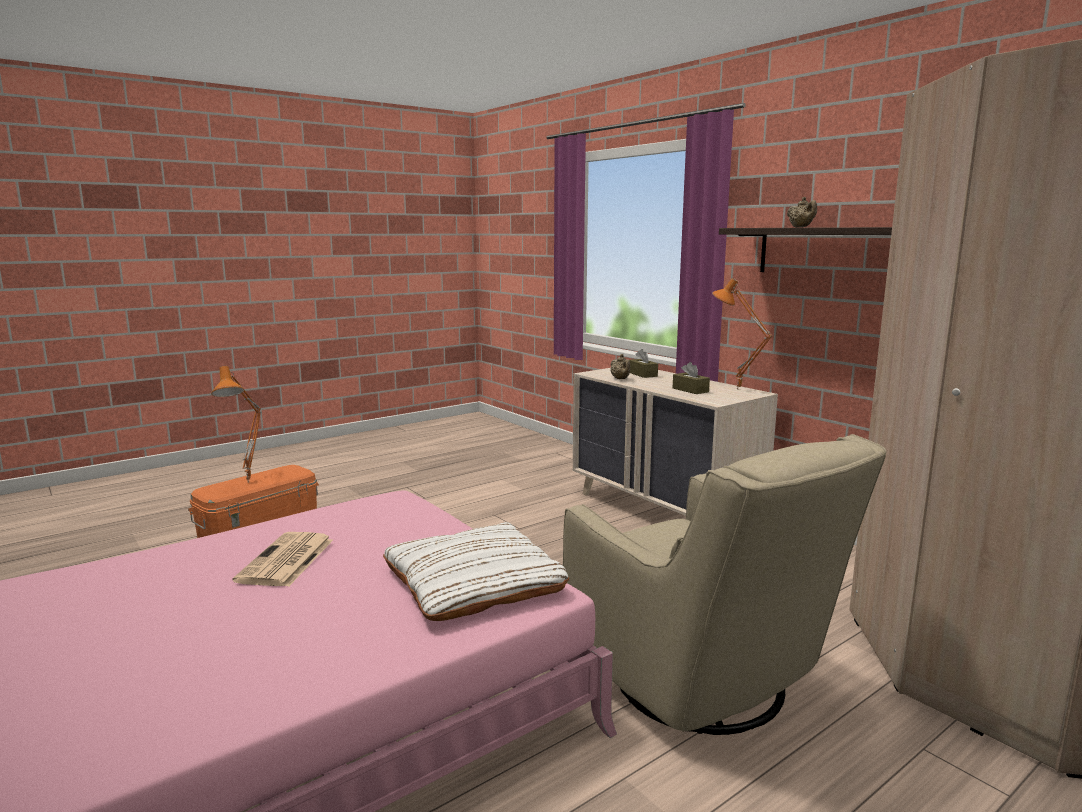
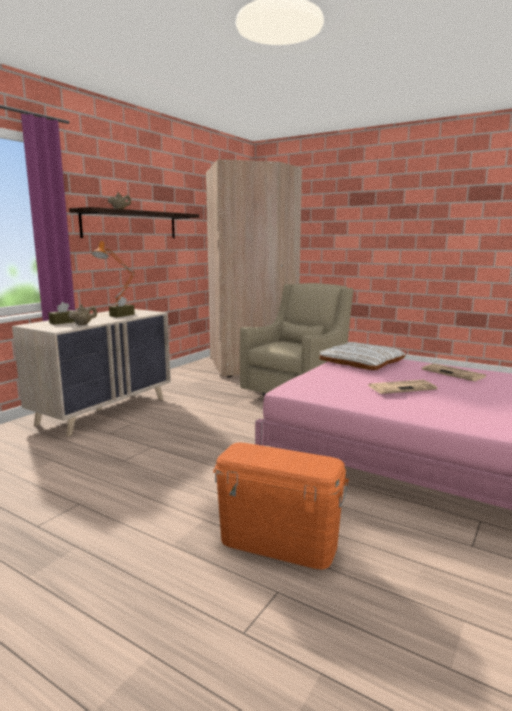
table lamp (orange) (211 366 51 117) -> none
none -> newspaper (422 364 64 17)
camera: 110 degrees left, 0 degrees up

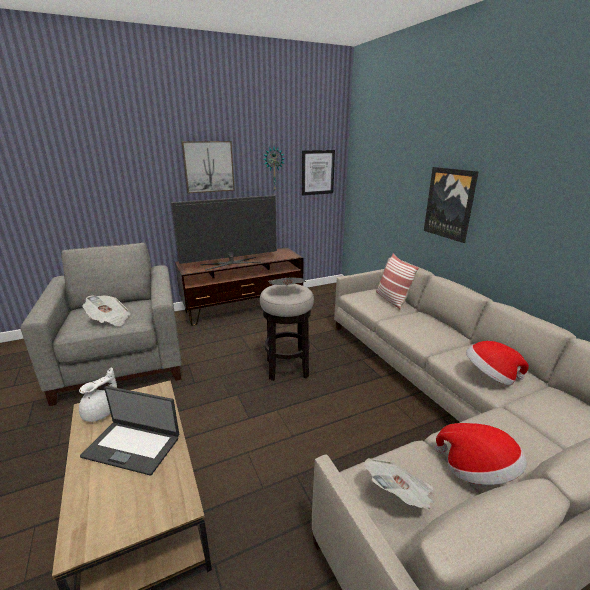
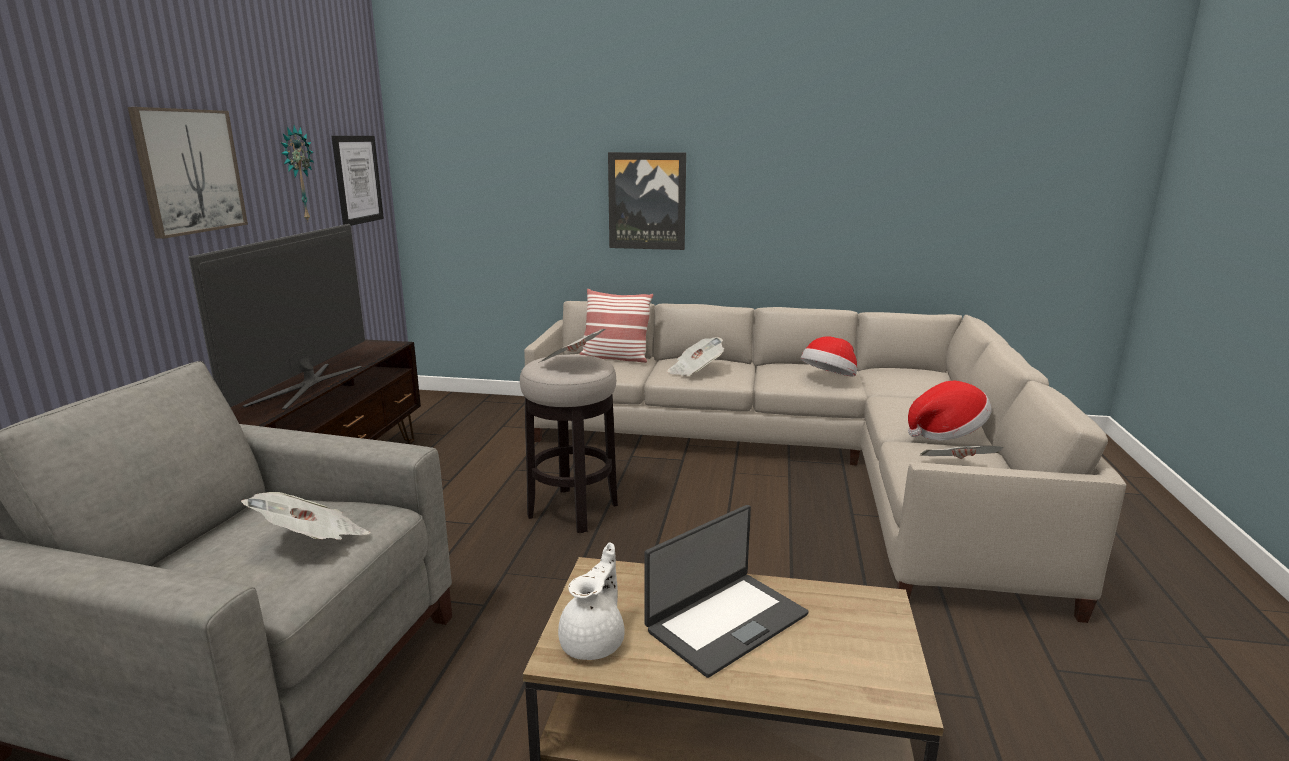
teapot (white) (79 367 38 55) -> teapot (white) (558 542 67 118), 45 degrees clockwise
none -> newspaper (667 337 57 39)
camera: 55 degrees left, 5 degrees down

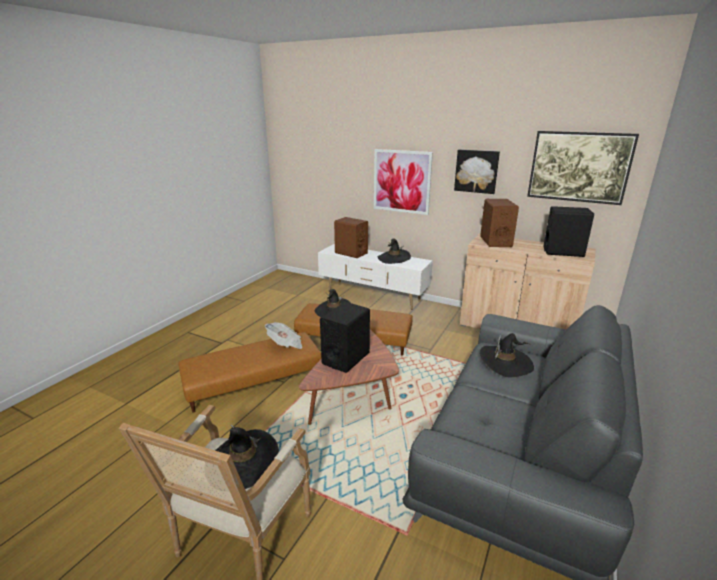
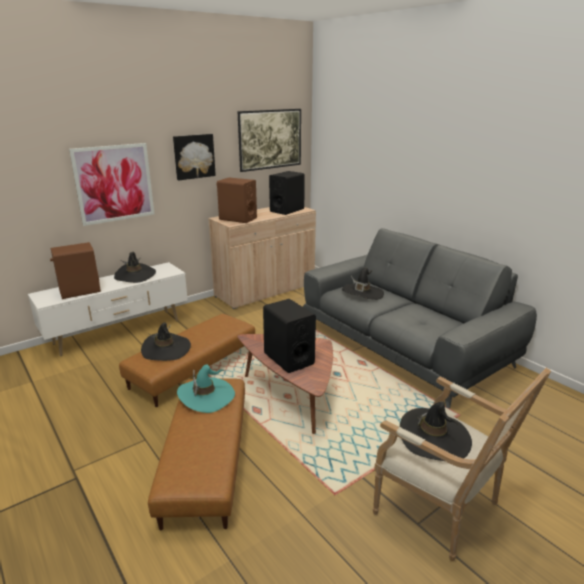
newspaper (265 322 37 27) -> hat (turquoise) (177 365 58 48)
camera: 65 degrees left, 0 degrees up

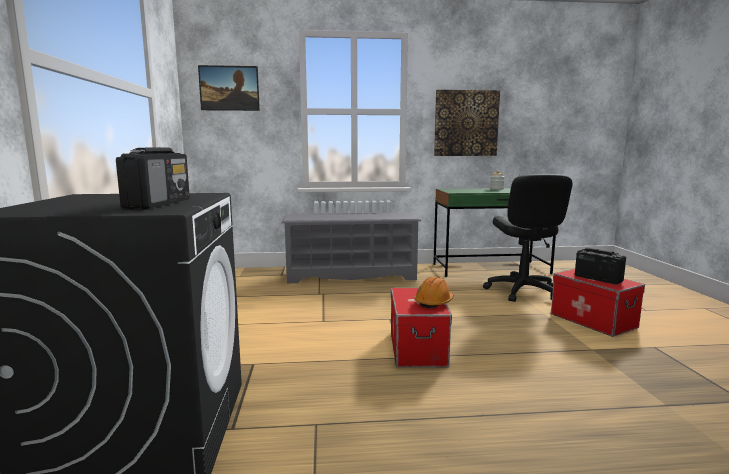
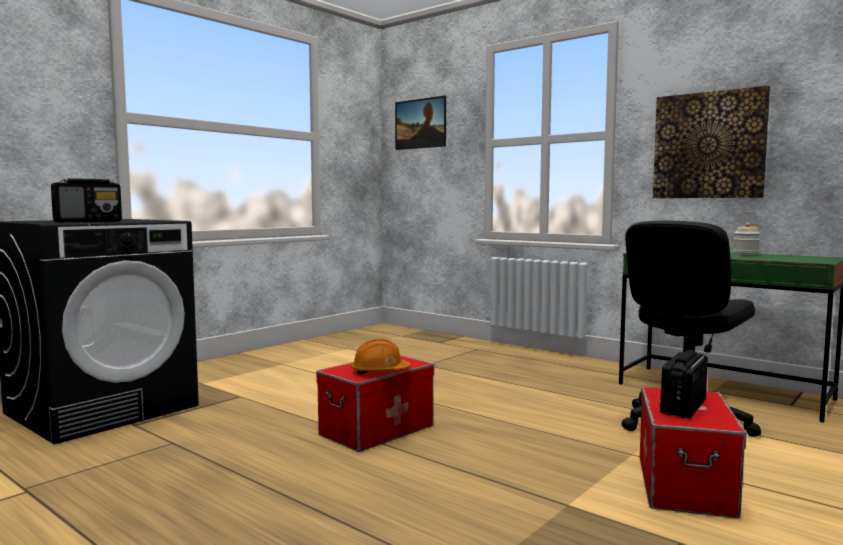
shoe rack (grey) (282 213 139 71) -> none
radio (575 247 51 38) -> radio (660 350 48 68), 150 degrees counterclockwise
camera: 45 degrees right, 5 degrees down

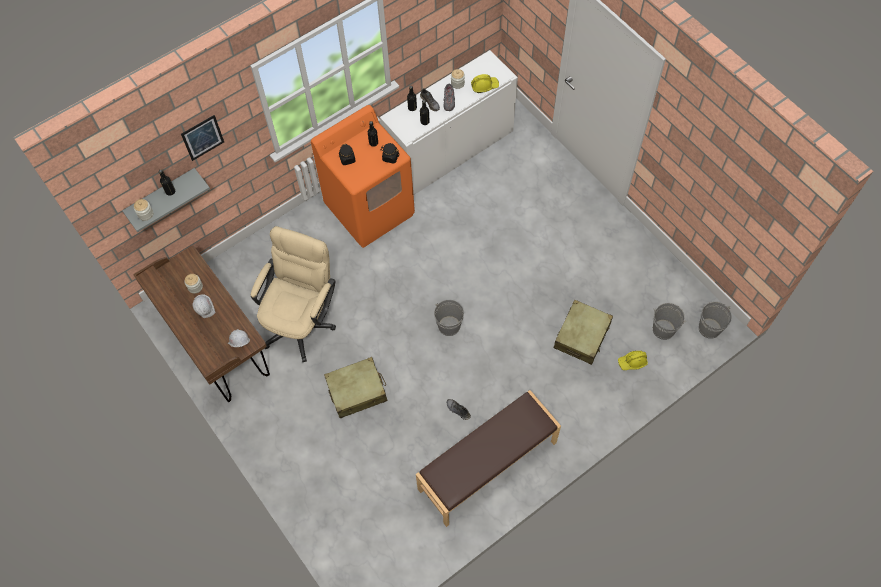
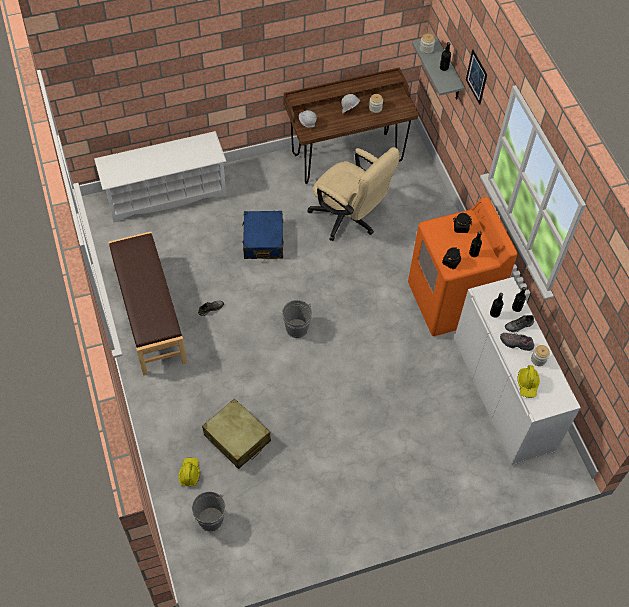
bucket (grey) (699 301 33 38) -> none
suitcase (beige) (324 357 63 61) -> suitcase (blue) (242 211 42 48)
none -> shoe rack (white) (94 131 133 91)
camera: 105 degrees right, 5 degrees down

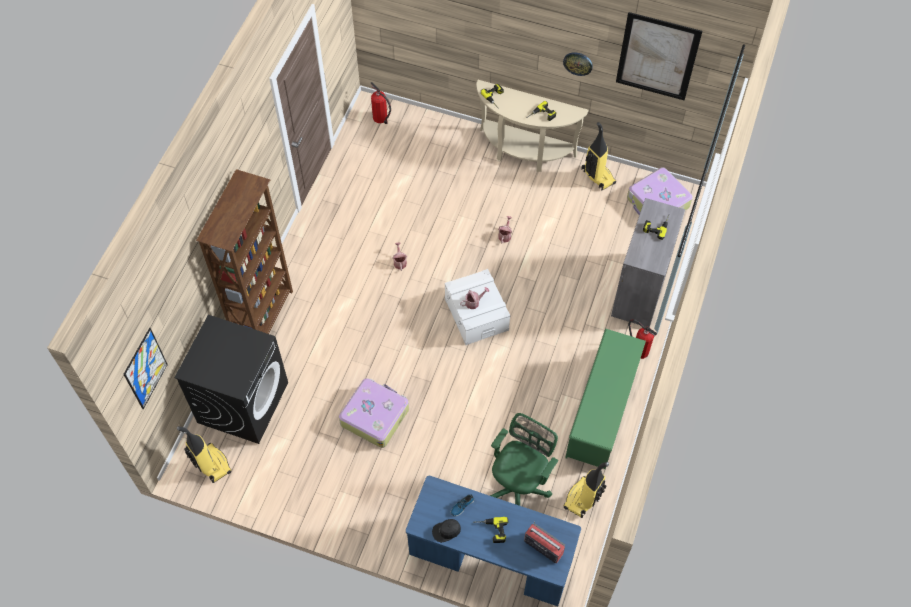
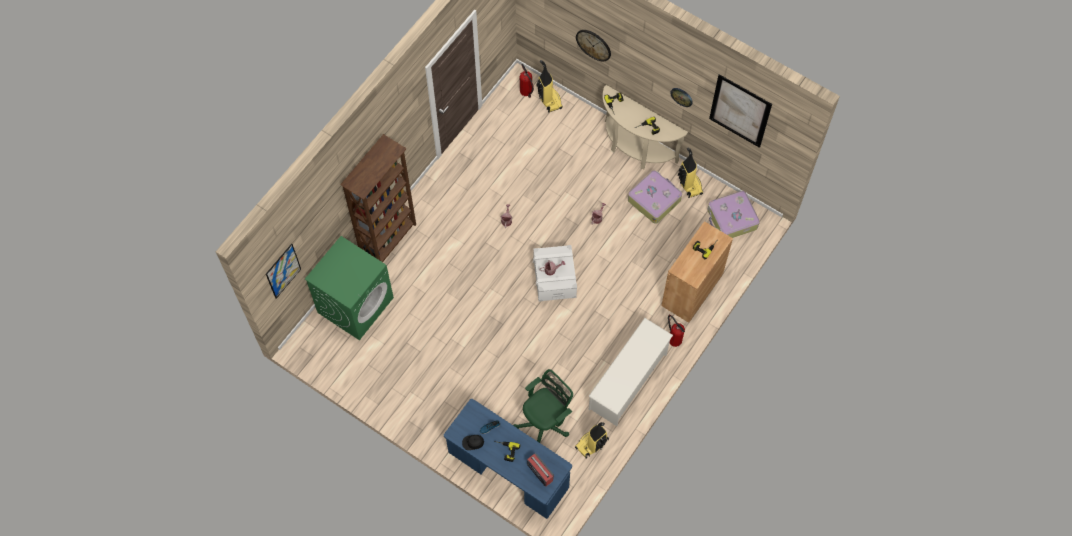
cabinet (grey) (611 198 74 129) -> cabinet (brown) (661 221 72 102)
washing machine (black) (174 315 114 129) -> washing machine (green) (305 236 89 104)
shoe rack (green) (565 329 81 140) -> shoe rack (white) (589 318 84 108)
suitcase (339 378 70 70) -> suitcase (628 171 54 53), move
vacuum cleaner (177 426 54 57) -> vacuum cleaner (537 60 26 53), move
none -> wall clock (576 30 35 31)
camera: 15 degrees right, 5 degrees up

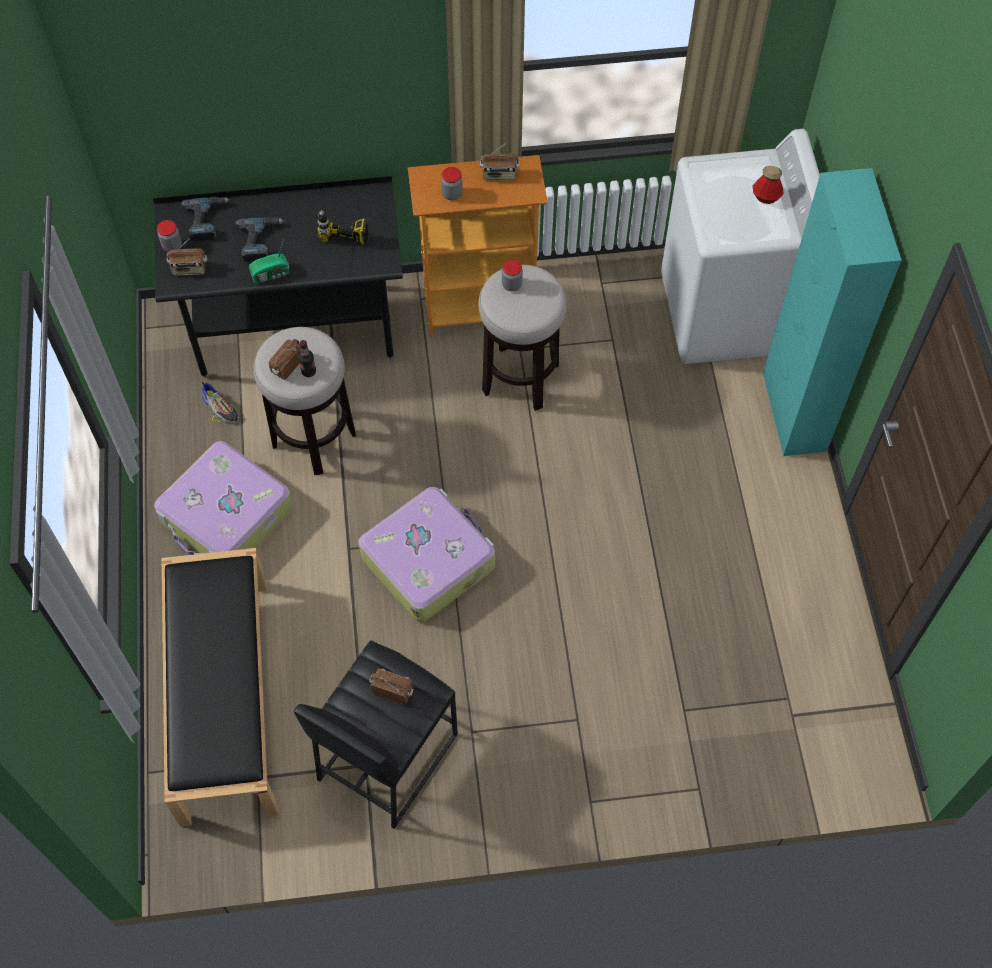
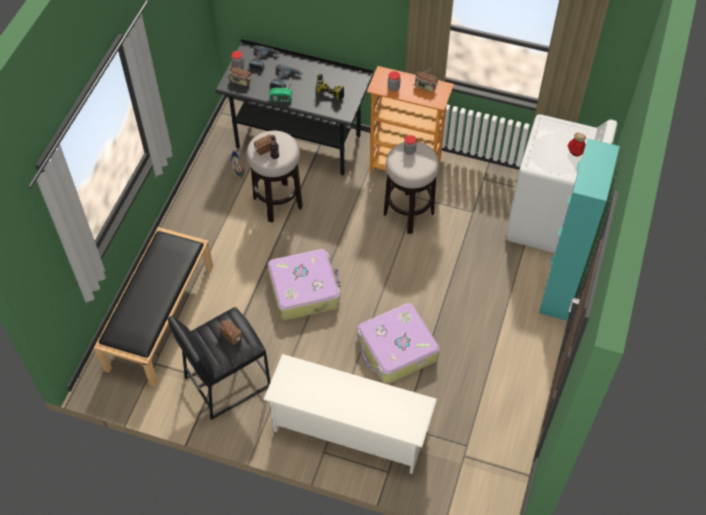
suitcase (154 441 139 114) -> suitcase (357 303 83 81), move
none -> shoe rack (white) (263 354 174 120)
camera: 25 degrees right, 5 degrees down

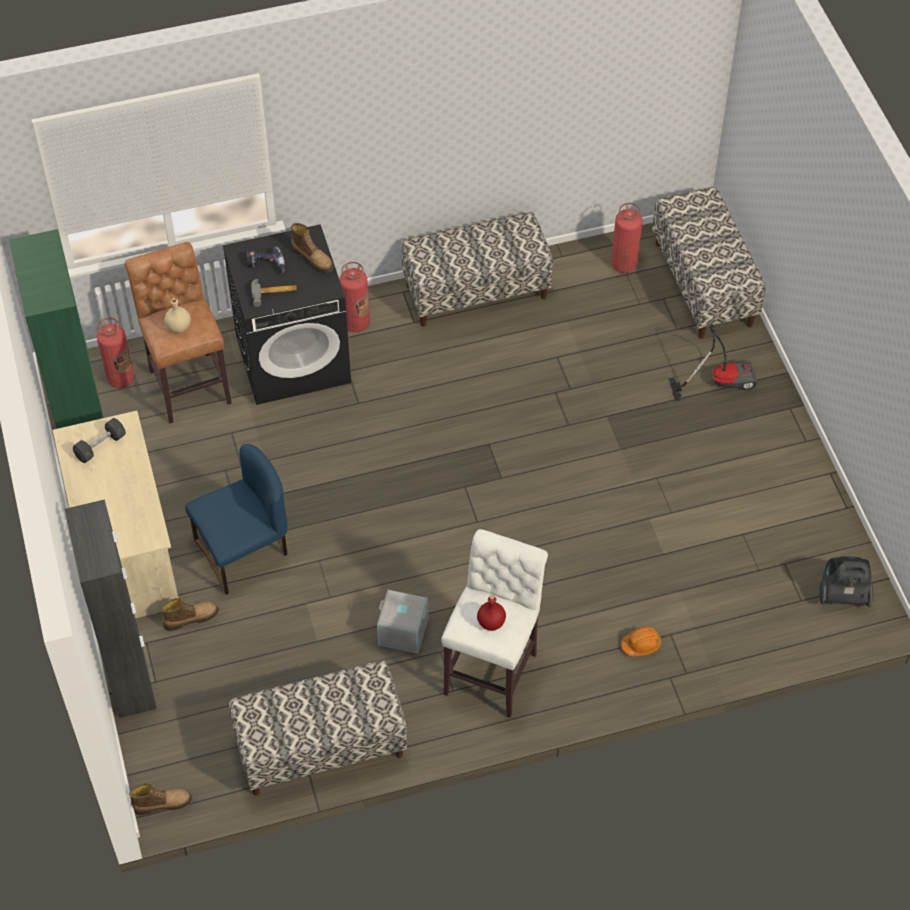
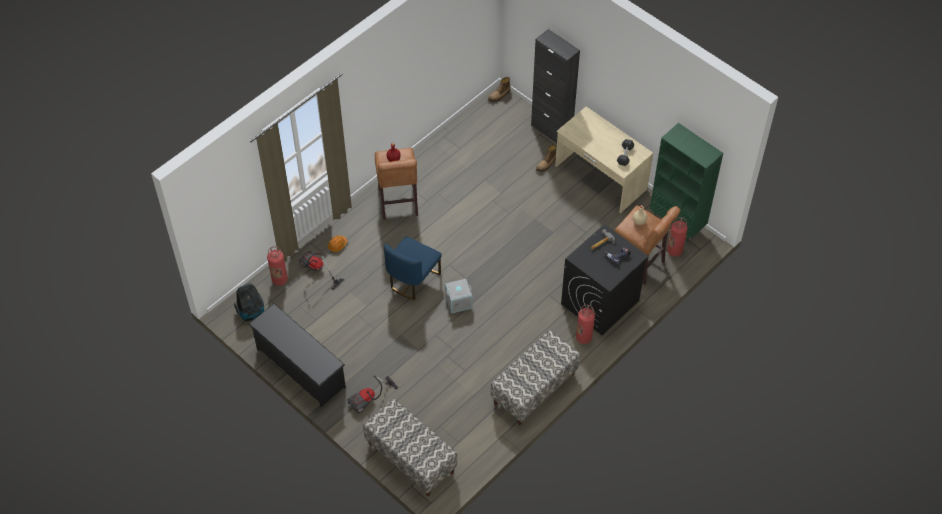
fire extinguisher (611 203 32 70) -> fire extinguisher (267 246 21 40), move
boot (291 223 43 50) -> none
chair (blue) (185 444 103 151) -> chair (blue) (384 236 58 64), move
stool (white) (441 529 107 189) -> stool (brown) (375 148 43 72)
storage box (grey) (377 590 51 64) -> storage box (grey) (445 279 28 35), move
bench (229 661 178 135) -> none
none -> vacuum cleaner (299 251 45 39)
none -> shoe rack (black) (248 304 98 103)
camera: 150 degrees right, 0 degrees up

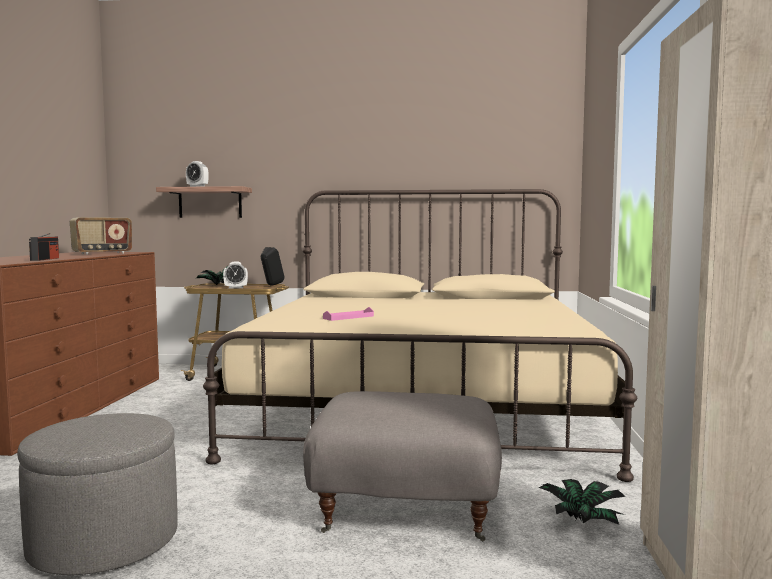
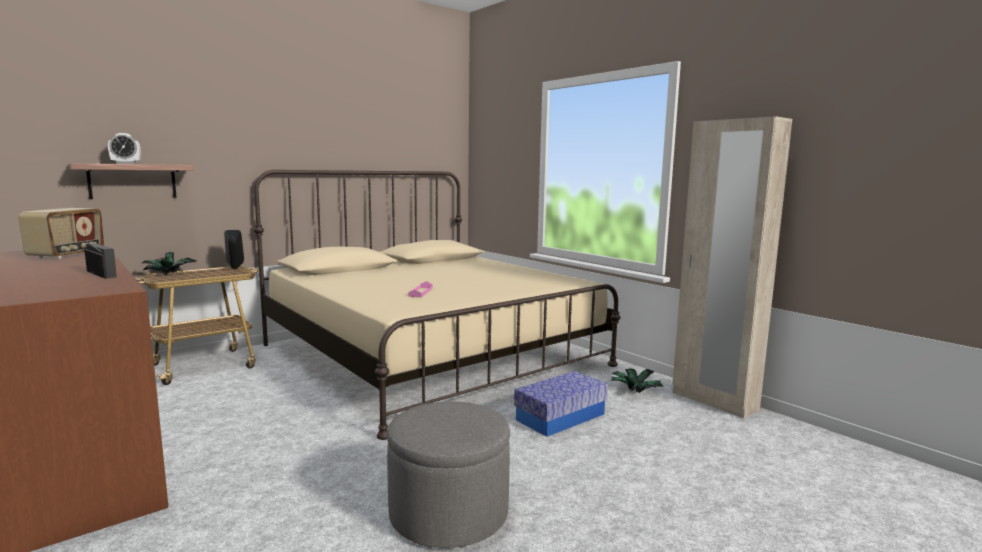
alarm clock (223 261 25 28) -> none
ottoman (grey) (303 391 199 150) -> storage box (514 371 94 66)
camera: 45 degrees left, 5 degrees up

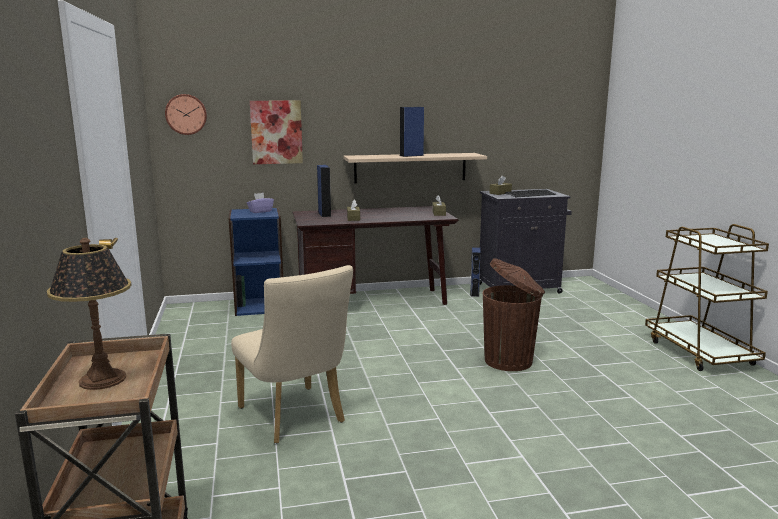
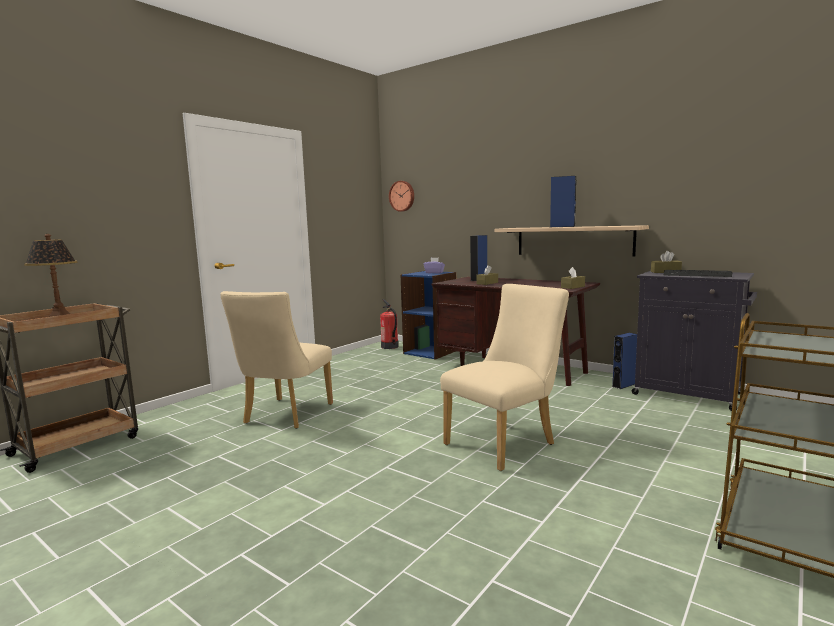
picture (250 101 53 63) -> none
trash can (brown) (483 258 62 113) -> chair (beige) (440 284 129 187)
none -> fire extinguisher (380 299 19 50)
camera: 50 degrees right, 5 degrees down

